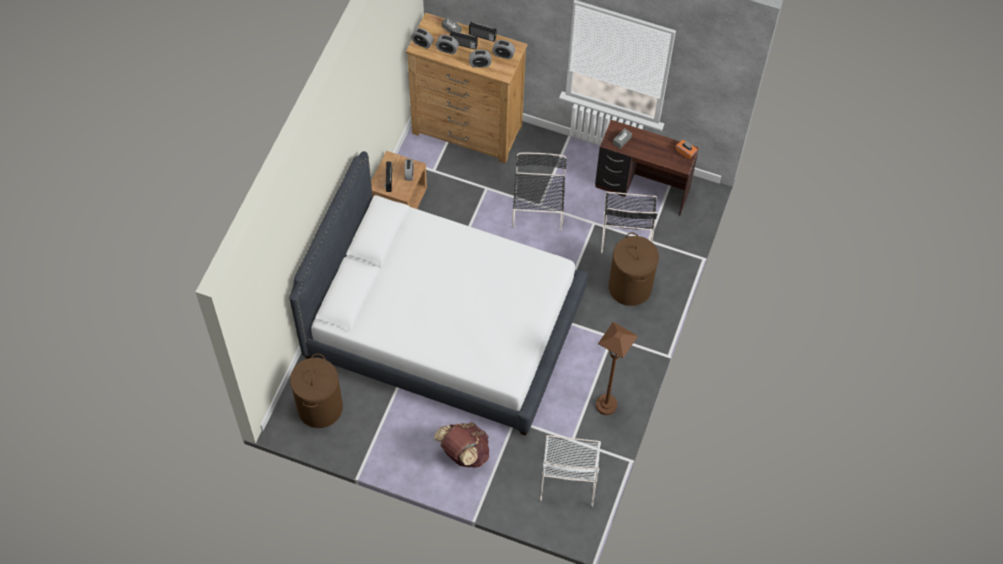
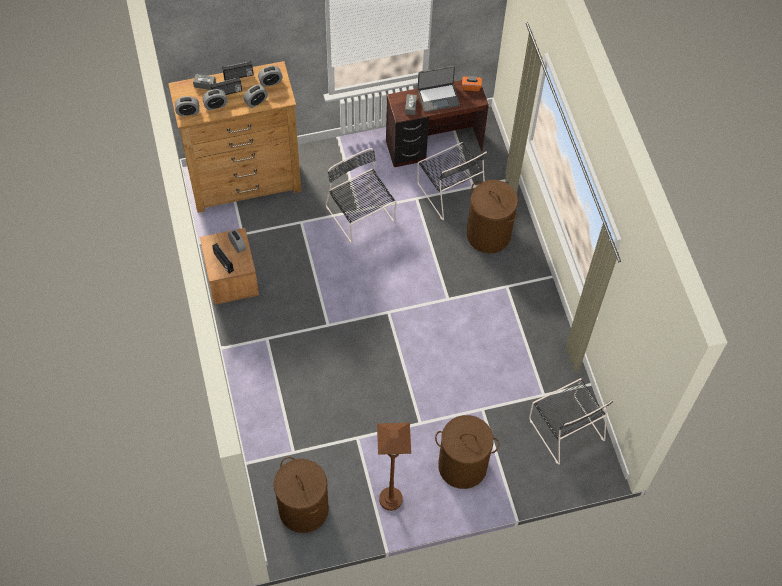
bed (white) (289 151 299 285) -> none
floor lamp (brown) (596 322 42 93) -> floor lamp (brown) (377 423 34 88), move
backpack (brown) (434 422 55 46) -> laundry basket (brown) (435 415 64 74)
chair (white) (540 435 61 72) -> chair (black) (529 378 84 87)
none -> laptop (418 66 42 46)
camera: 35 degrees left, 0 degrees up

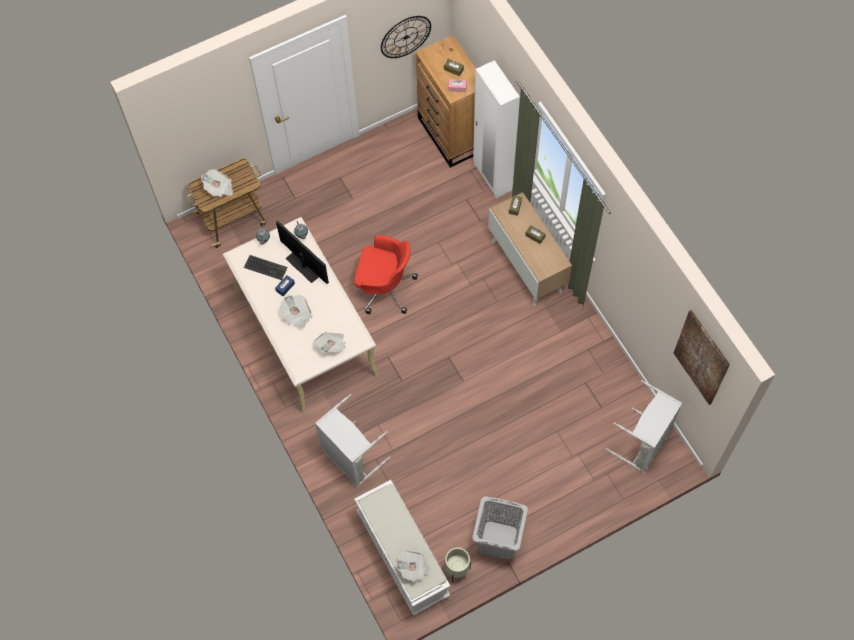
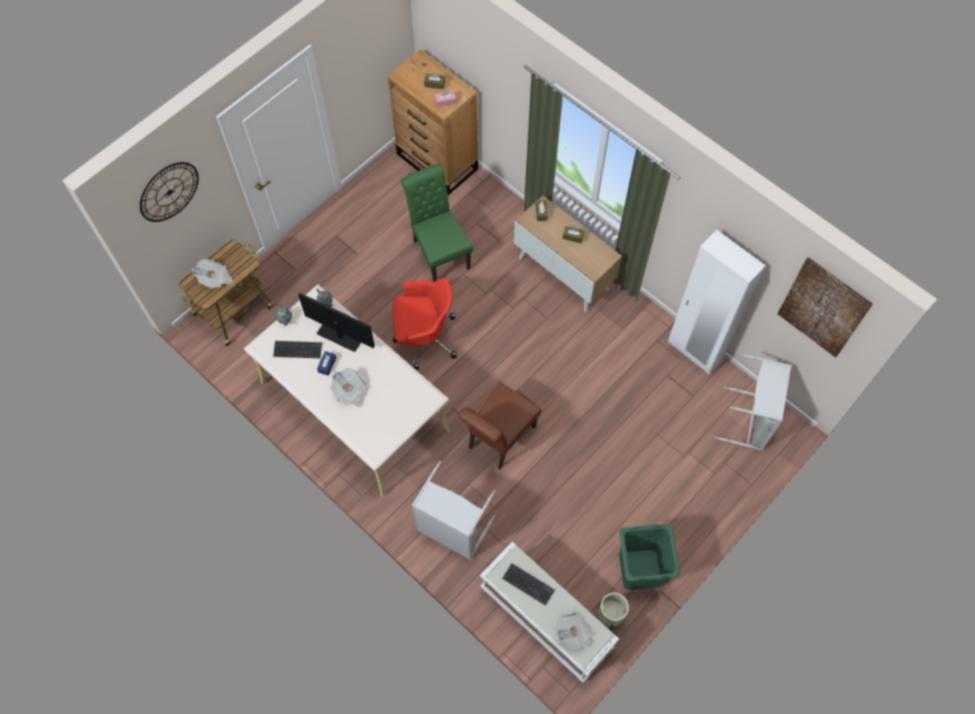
wall clock (381 16 50 42) -> wall clock (140 162 59 60), move
wardrobe (white) (473 60 47 138) -> wardrobe (white) (668 230 97 144), move
newspaper (314 332 32 21) -> none
laundry basket (grey) (472 496 56 63) -> laundry basket (green) (619 524 61 66)
none -> chair (green) (401 164 72 118)
none -> chair (brown) (458 382 83 87)
none -> keyboard (502 563 53 43)
camera: 20 degrees left, 0 degrees up

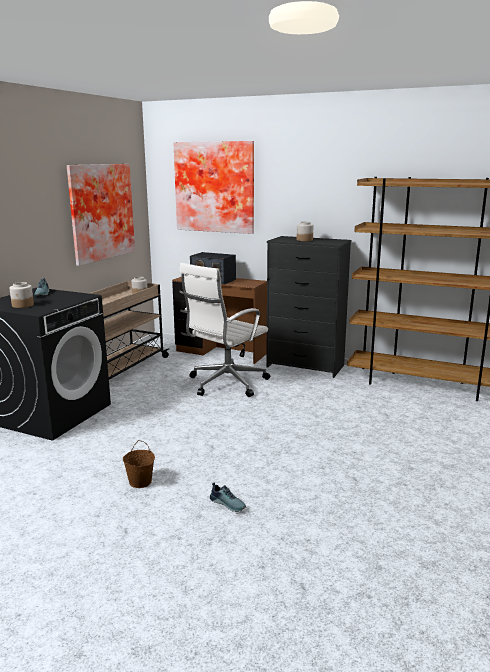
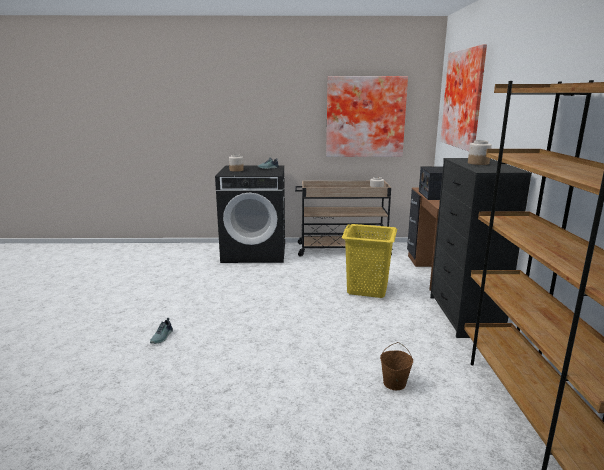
office chair (white) (179 263 91 134) -> laundry basket (yellow) (342 224 55 74)
bucket (brown) (123 440 32 48) -> bucket (brown) (380 342 33 48), move
camera: 65 degrees right, 0 degrees up

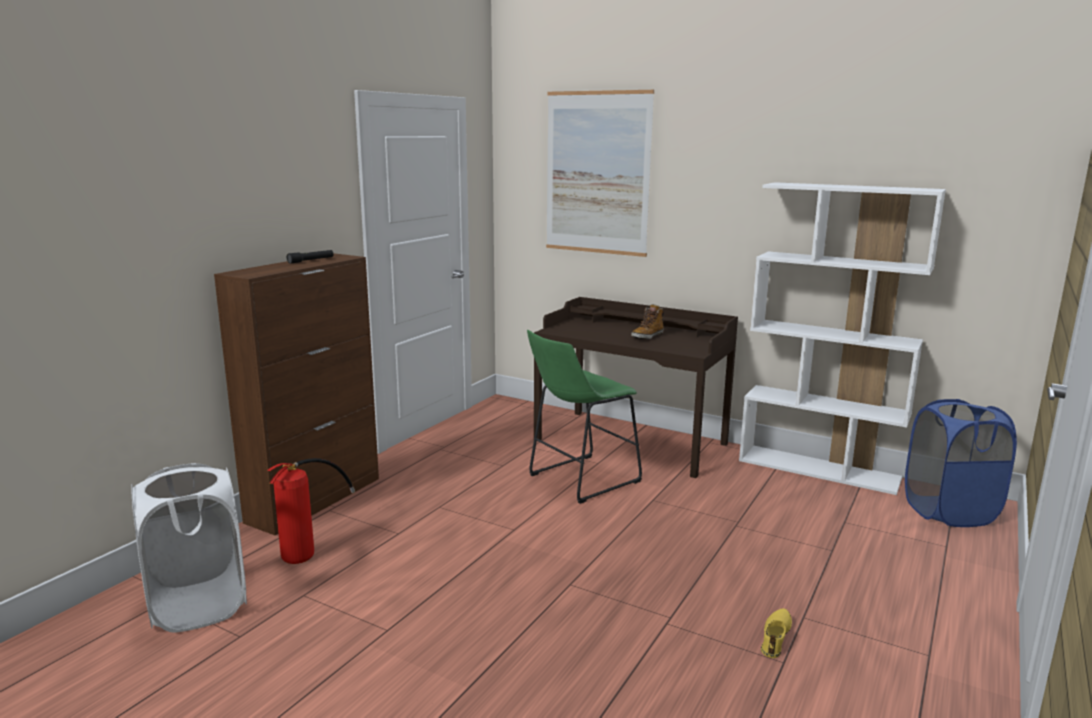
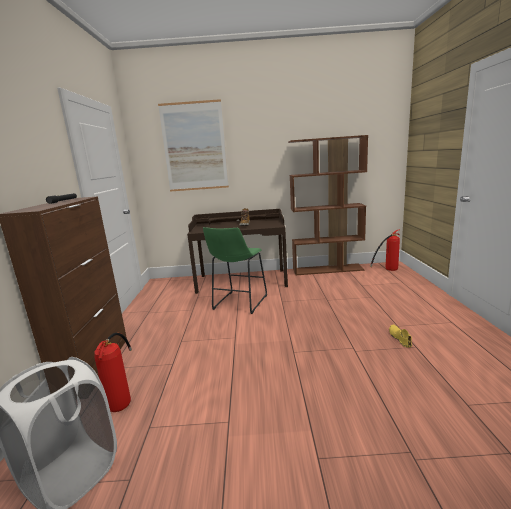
bookcase (white) (739 182 207 313) -> bookcase (brown) (288 135 80 140)
laundry basket (blue) (905 399 112 128) -> fire extinguisher (370 230 30 41)
camera: 30 degrees left, 0 degrees up

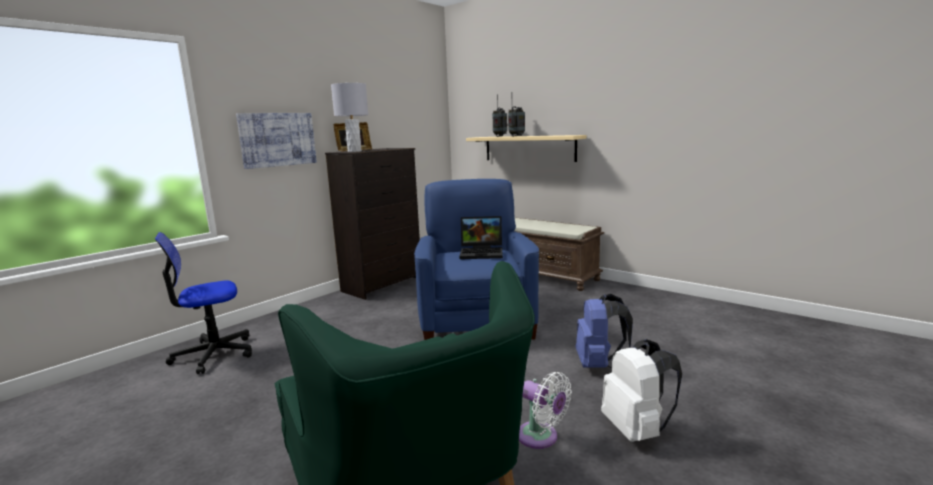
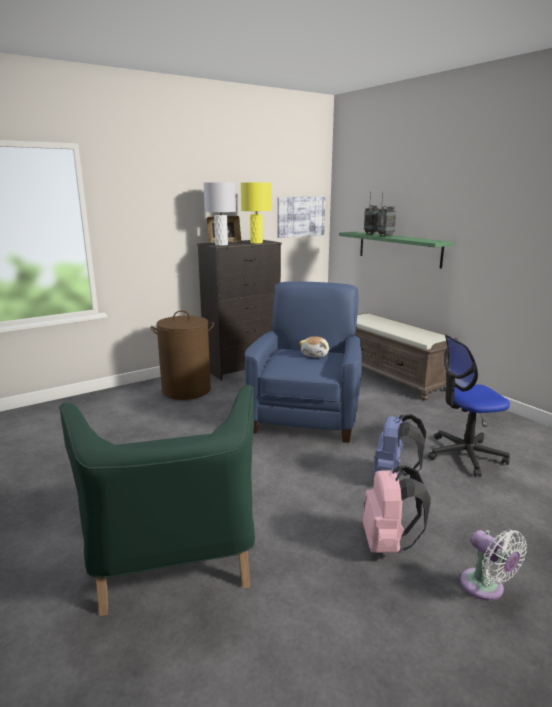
picture (236 113 81 56) -> picture (277 197 48 41), move
shelf (beige) (466 135 120 27) -> shelf (green) (339 232 114 37)
laptop (460 216 43 43) -> plush toy (299 336 30 21)
office chair (155 232 97 142) -> office chair (428 335 82 142), move
backpack (white) (601 339 81 103) -> backpack (pink) (362 465 69 88)
fan (white) (519 372 53 77) -> fan (white) (460 530 67 71), move
none -> table lamp (yellow) (241 183 30 61)
none -> laundry basket (brown) (150 310 64 90)
camera: 15 degrees right, 5 degrees up

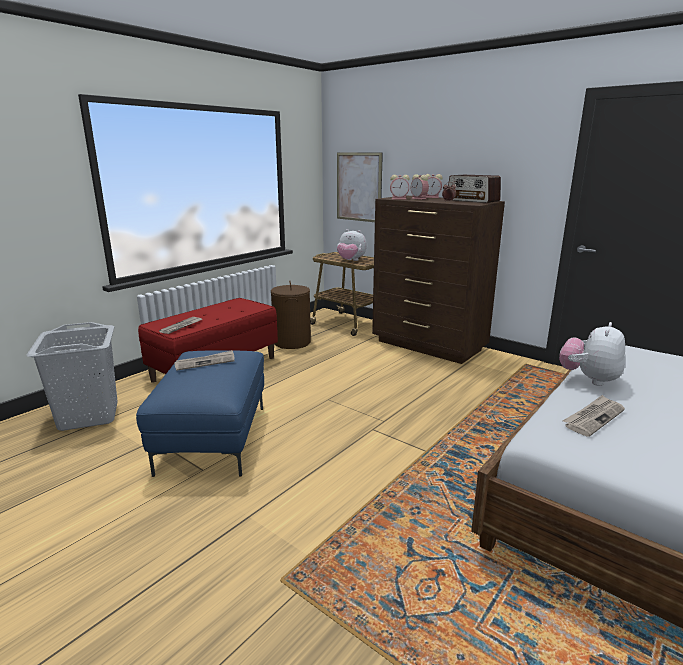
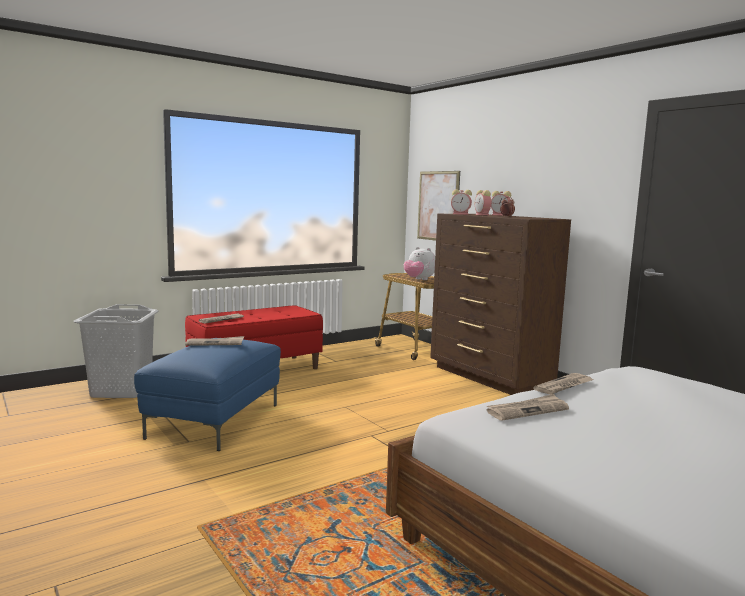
radio (448 175 53 28) -> none
laundry basket (brown) (271 281 40 68) -> none
plush toy (559 322 66 64) -> newspaper (533 373 60 22)
camera: 15 degrees right, 10 degrees down

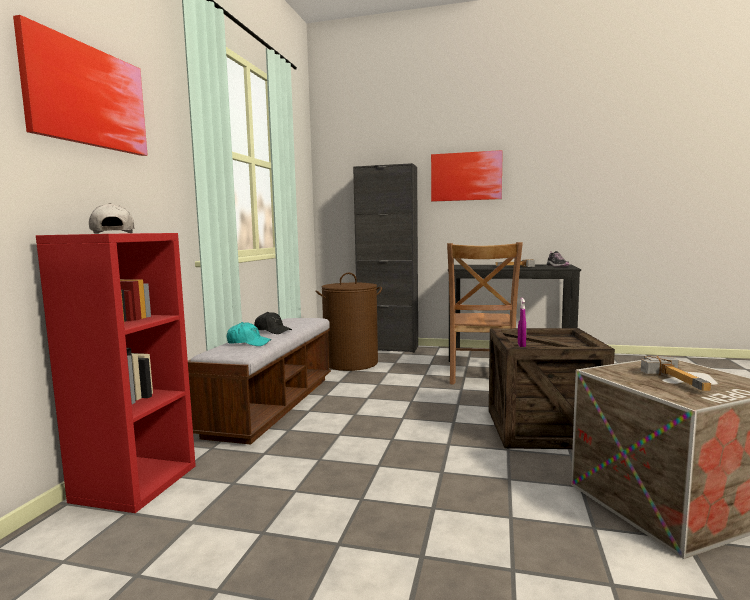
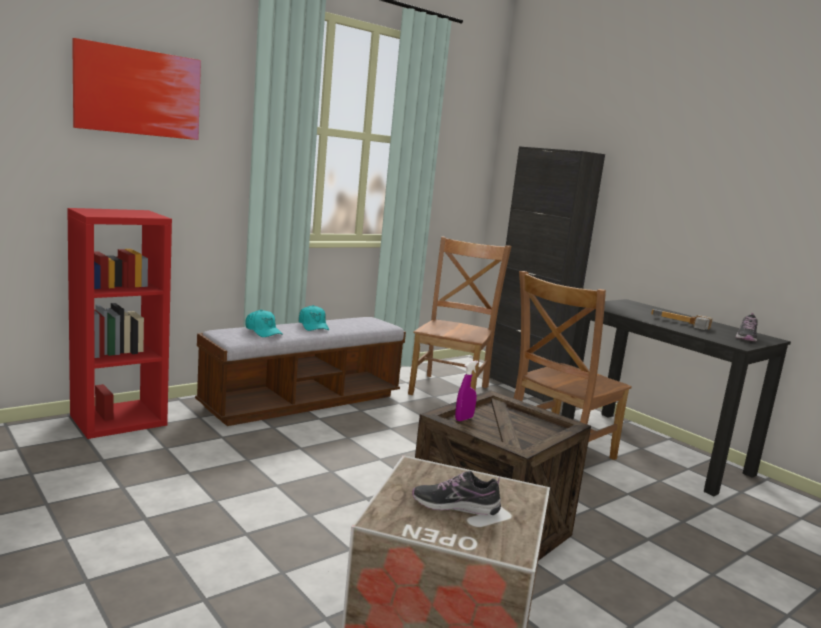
picture (431 150 72 52) -> none
cap (white) (89 203 46 31) -> none
laundry basket (brown) (315 273 67 98) -> chair (brown) (408 236 103 159)
cap (black) (254 312 38 22) -> cap (turquoise) (299 305 30 26)
hammer (641 356 70 35) -> shoe (412 471 89 44)
camera: 35 degrees right, 5 degrees up

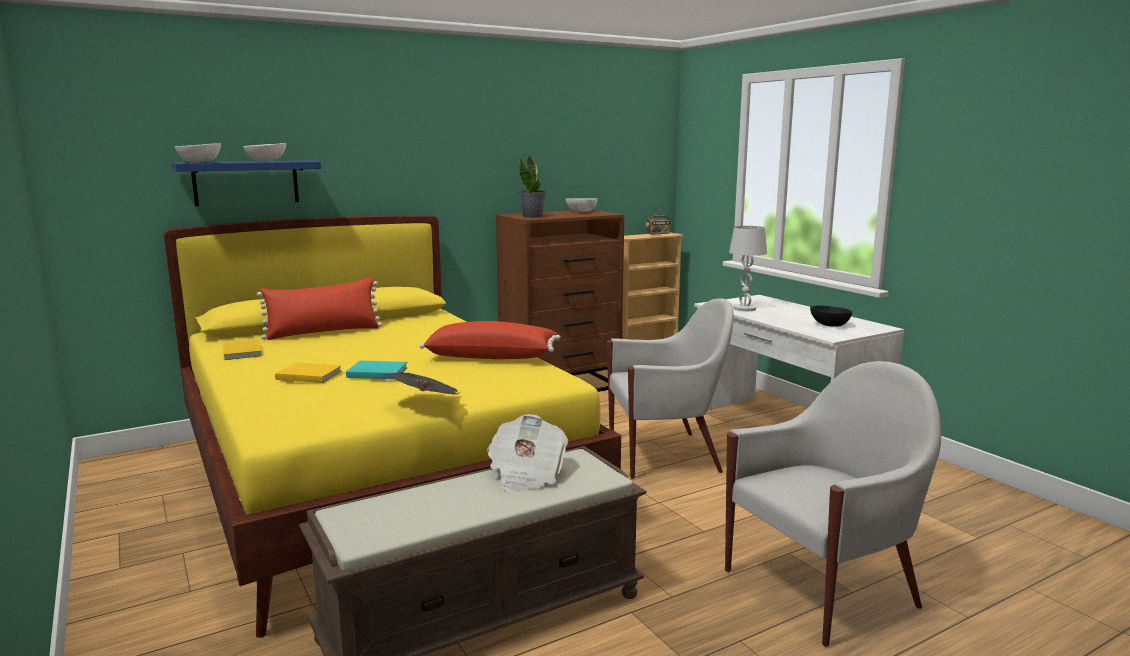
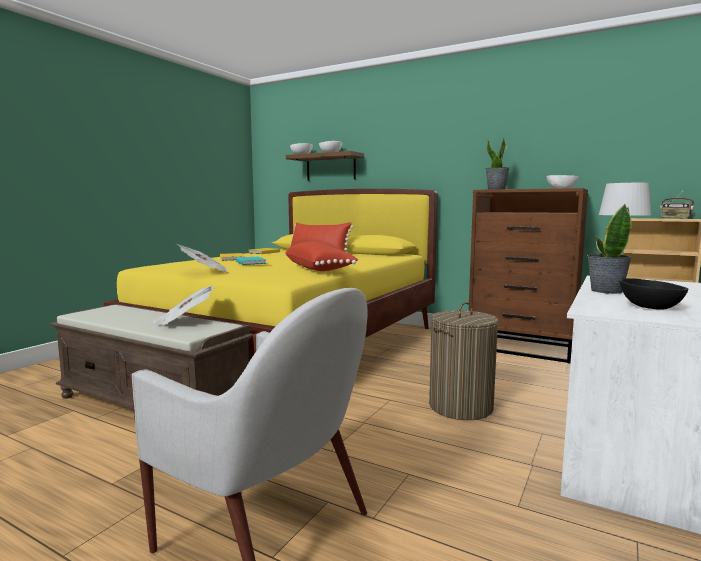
shelf (blue) (172 161 149 45) -> shelf (brown) (286 151 78 30)
armchair (white) (607 298 127 181) -> laundry basket (429 302 70 118)
none -> potted plant (587 204 45 90)
camera: 60 degrees right, 5 degrees down

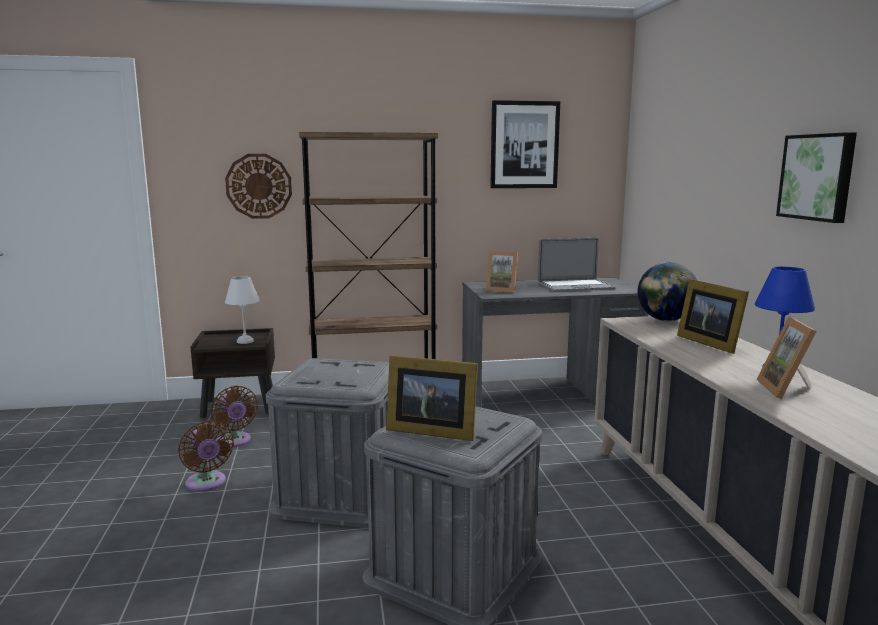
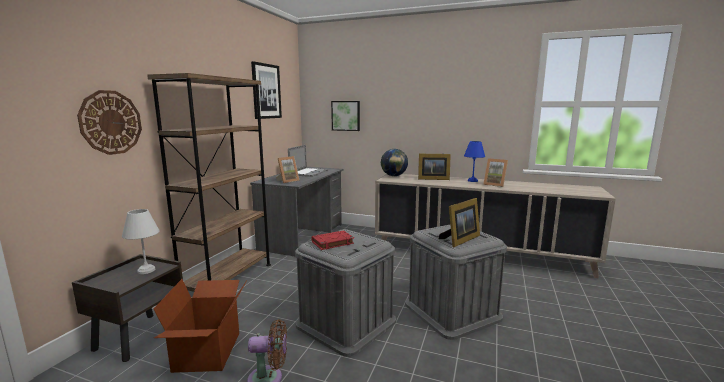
picture (776 132 81 91) -> picture (331 101 29 30), move
fan (brown) (211 386 47 61) -> cardboard box (154 279 93 94)
none -> book (red) (311 230 43 20)
camera: 60 degrees left, 0 degrees up

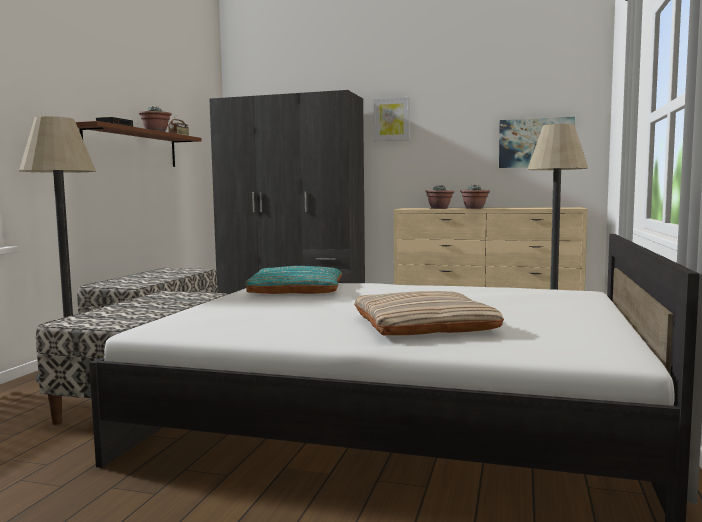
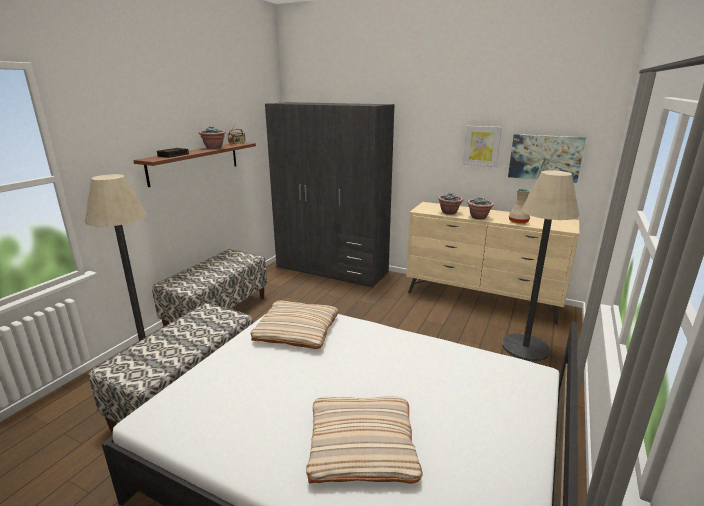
picture (373 97 37 45) -> picture (463 126 39 41), move
pillow (turquoise) (245 266 97 28) -> pillow (beige) (250 301 89 48)
none -> vase (beige) (509 189 21 35)
camera: 10 degrees right, 15 degrees up

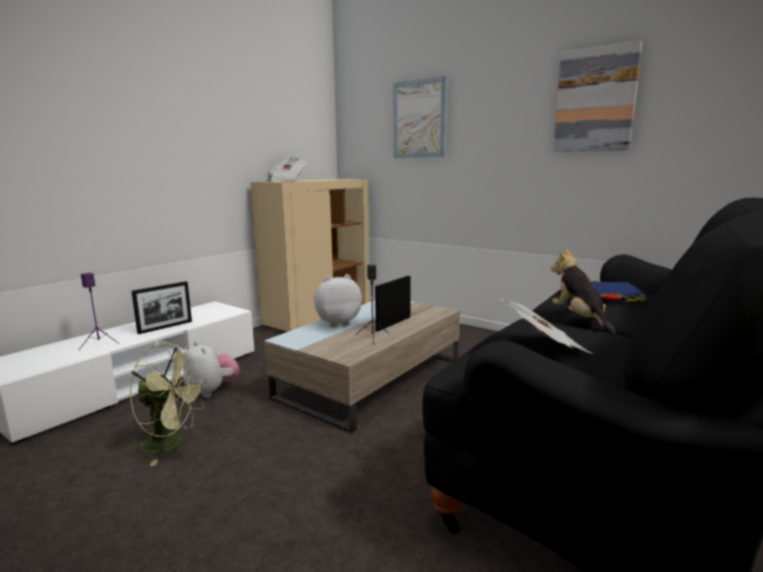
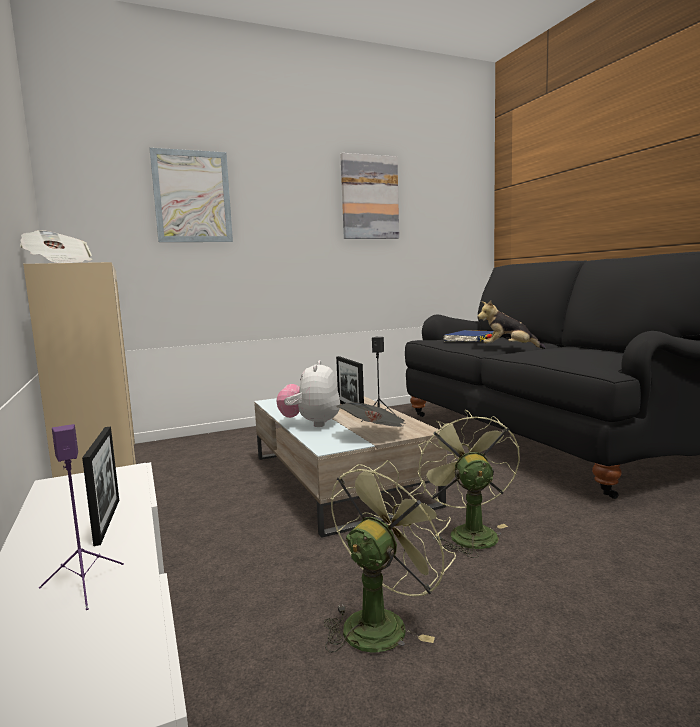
newspaper (499 298 94 56) -> newspaper (336 402 70 25), move
plush toy (183 341 57 57) -> none
none -> fan (green) (418 410 102 148)
camera: 60 degrees left, 5 degrees down

